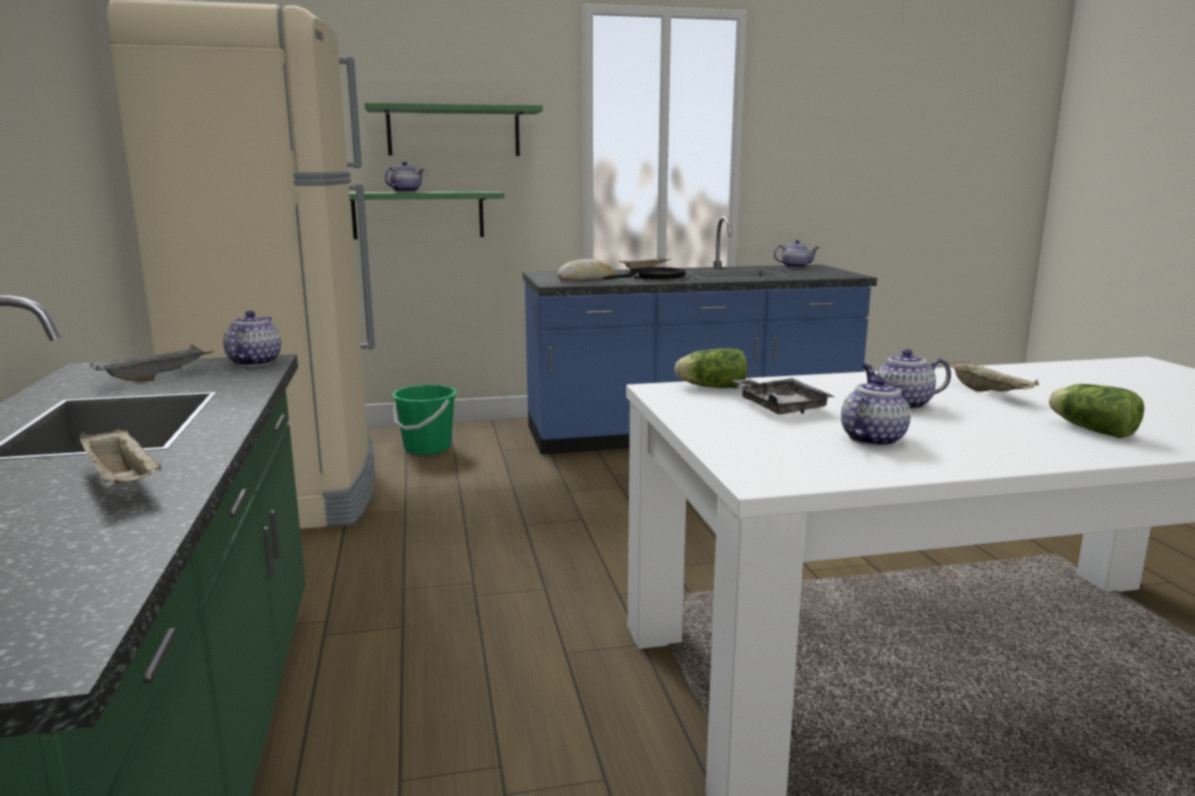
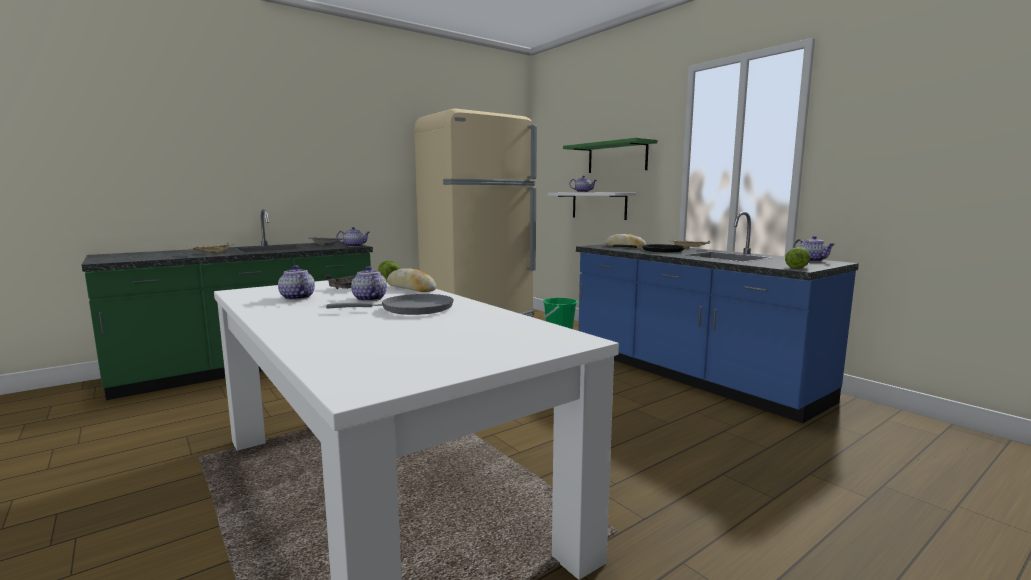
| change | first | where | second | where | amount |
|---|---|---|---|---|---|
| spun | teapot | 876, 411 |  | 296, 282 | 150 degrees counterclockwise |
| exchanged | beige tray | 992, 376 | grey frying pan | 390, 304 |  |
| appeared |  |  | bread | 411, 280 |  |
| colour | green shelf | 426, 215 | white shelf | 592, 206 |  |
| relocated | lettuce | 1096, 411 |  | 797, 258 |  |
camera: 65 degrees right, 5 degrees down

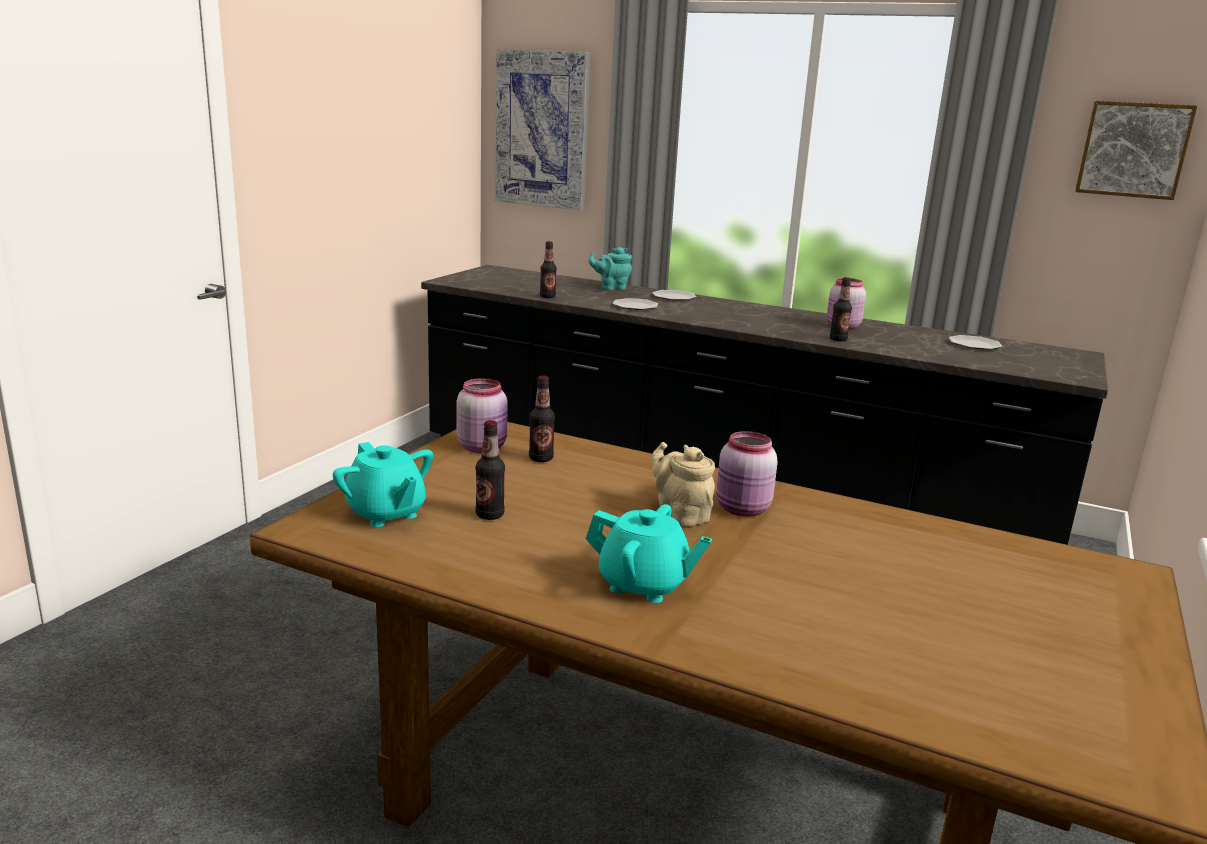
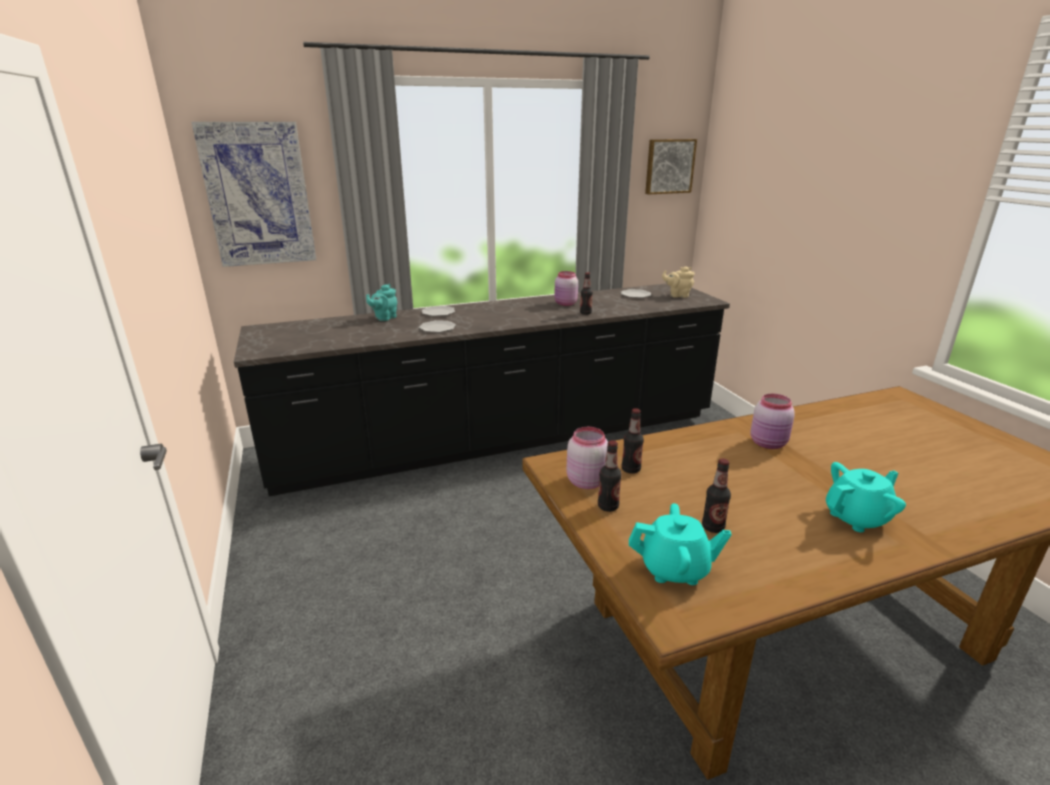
| change | first | where | second | where | amount |
|---|---|---|---|---|---|
| relocated | bottle | 548, 269 |  | 610, 476 |  |
| relocated | beige teapot | 683, 484 |  | 678, 282 |  |
camera: 45 degrees left, 5 degrees up

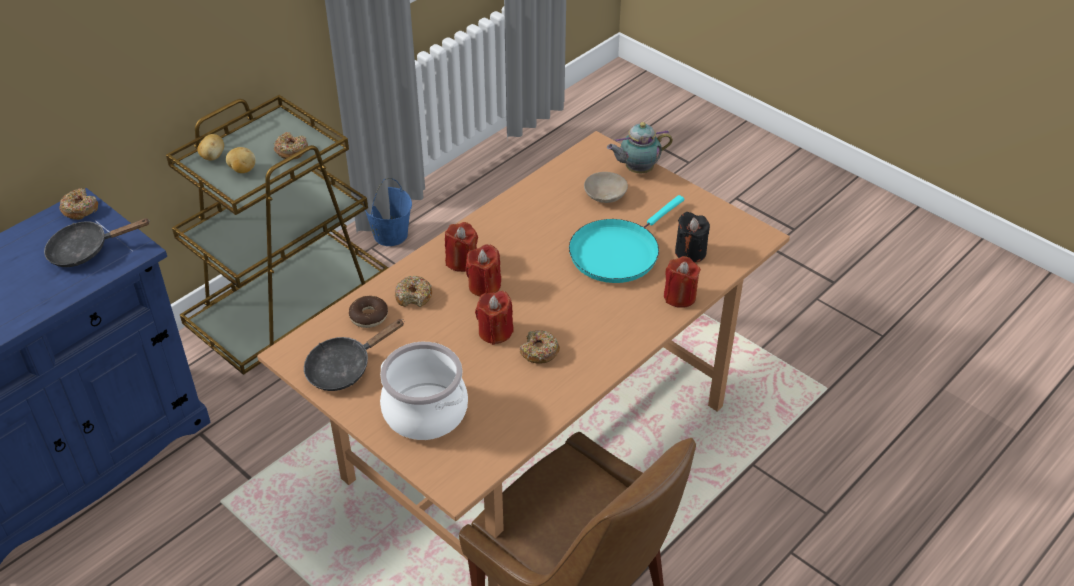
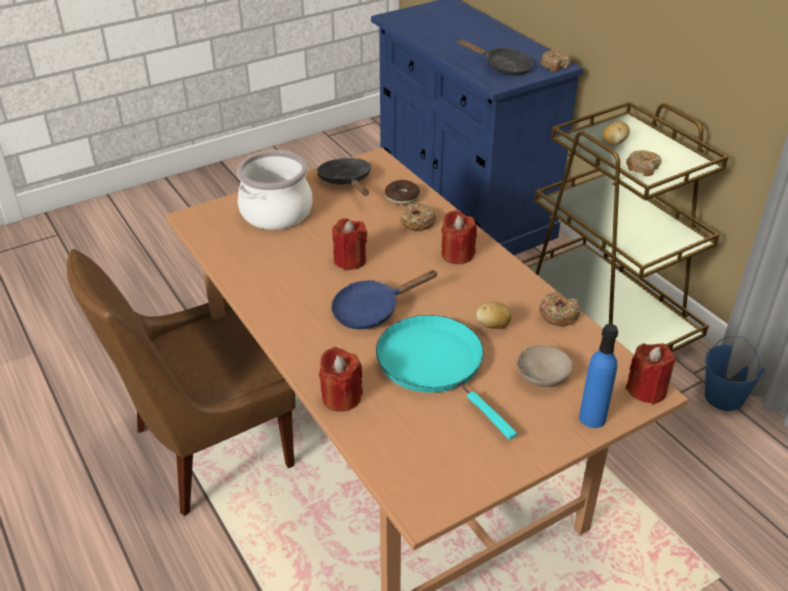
| change | first | where | second | where | amount |
|---|---|---|---|---|---|
| appeared |  |  | blue frying pan | 384, 299 |  |
| spun | black frying pan | 97, 242 |  | 495, 57 | 120 degrees clockwise |
| relocated | potato | 210, 147 |  | 494, 315 |  |
| relocated | donut | 539, 347 |  | 559, 308 |  |
| exchanged | teapot | 640, 147 | blue bottle | 598, 376 |  |
| relocated | red candle | 483, 270 |  | 650, 373 |  |
| missing | black candle | 692, 237 |  |  |  |
camera: 105 degrees right, 5 degrees down

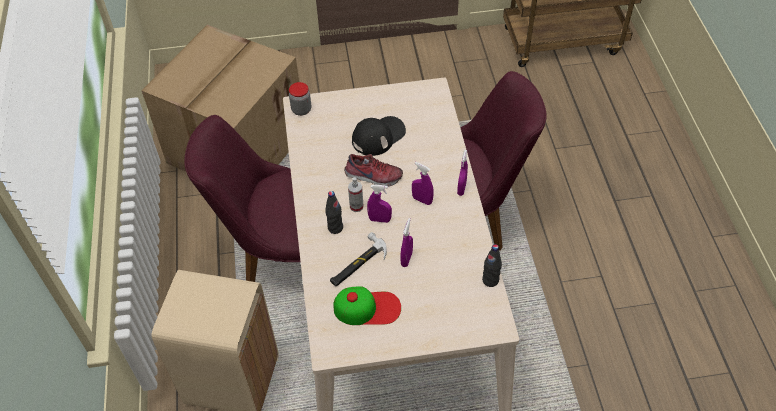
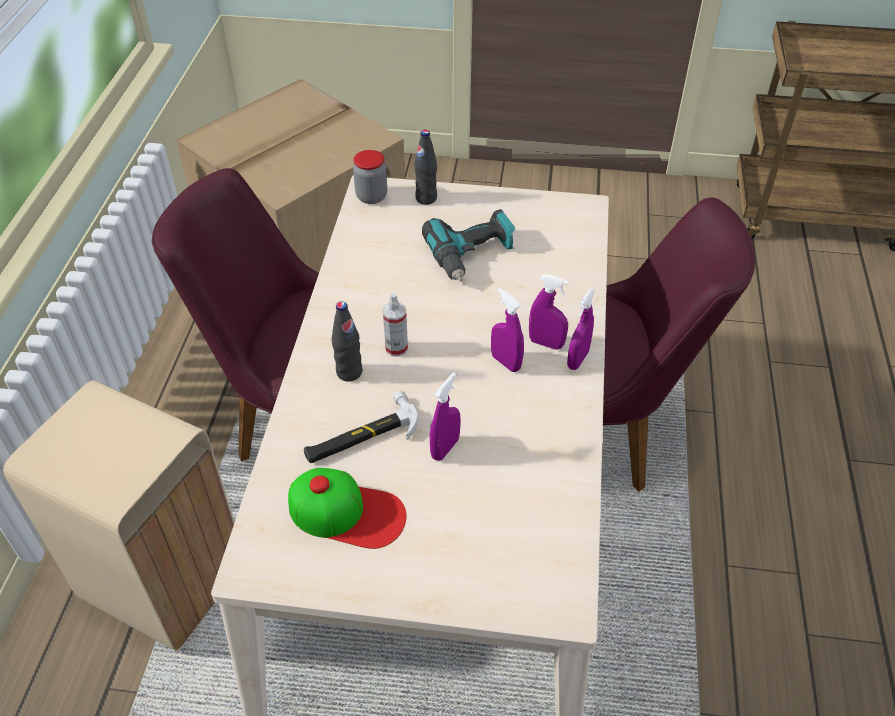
| change | first | where | second | where | amount |
|---|---|---|---|---|---|
| relocated | black bottle | 492, 265 |  | 425, 167 |  |
| exchanged | black cap | 379, 136 | power drill | 469, 245 |  |
| relocated | purple spray bottle | 379, 203 |  | 549, 312 |  |
| missing | shoe | 373, 170 |  |  |  |
camera: 15 degrees right, 5 degrees down

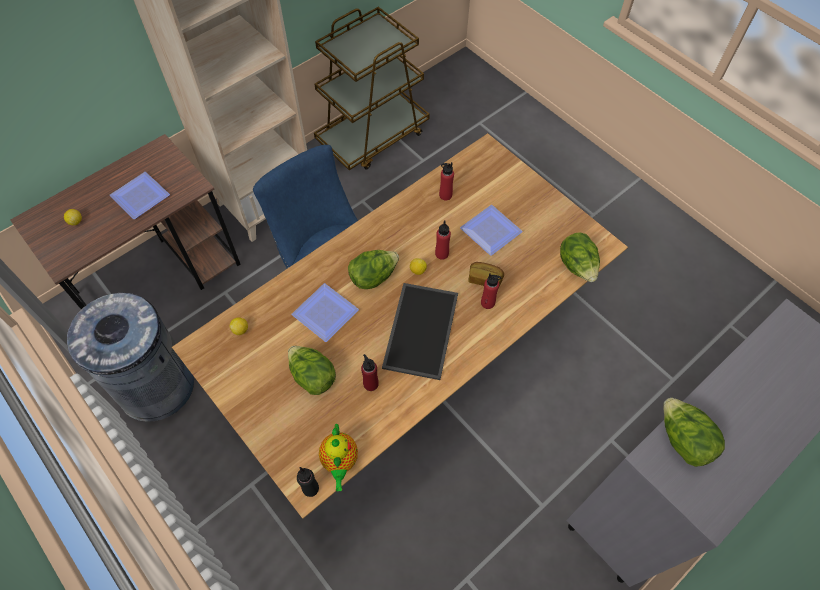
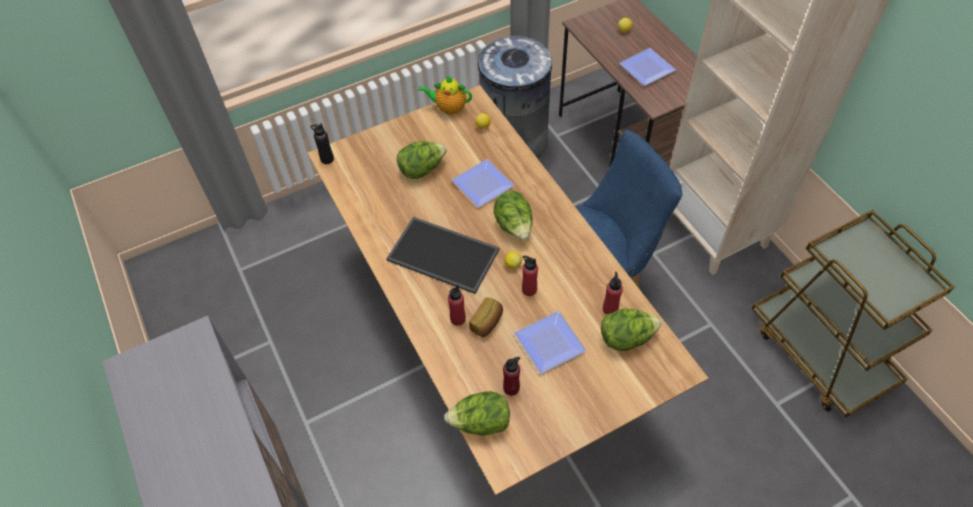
| change | first | where | second | where | amount |
|---|---|---|---|---|---|
| relocated | teapot | 338, 457 |  | 445, 95 |  |
| relocated | red bottle | 370, 372 |  | 511, 376 |  |
| relocated | lettuce | 694, 432 |  | 631, 329 |  |
camera: 105 degrees right, 5 degrees down

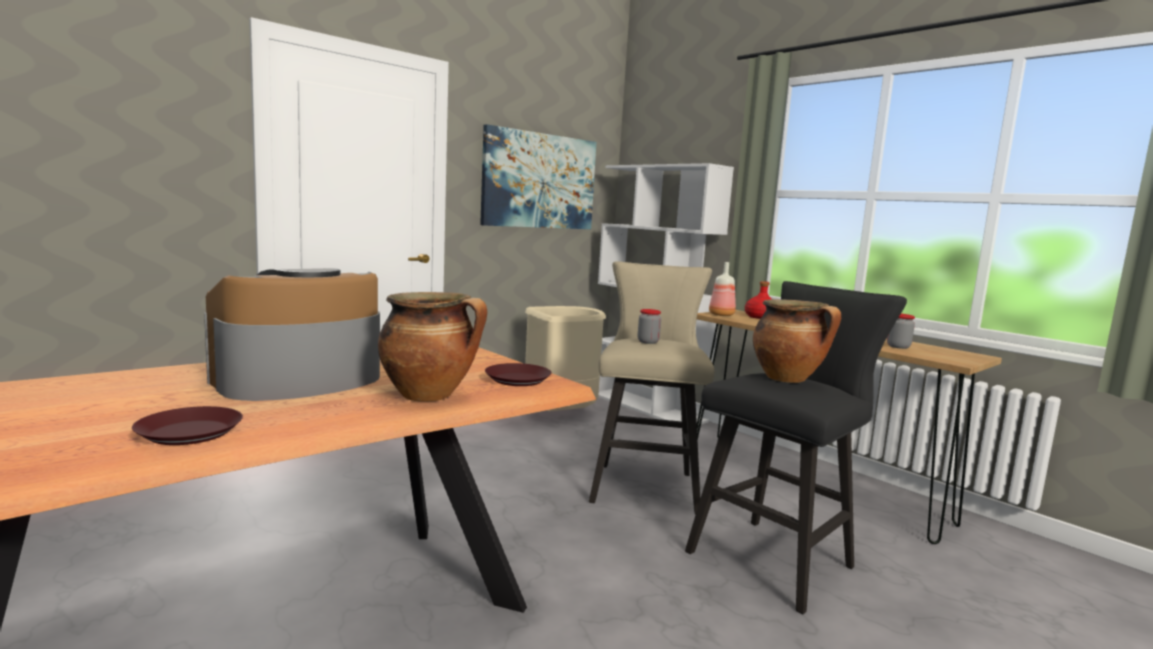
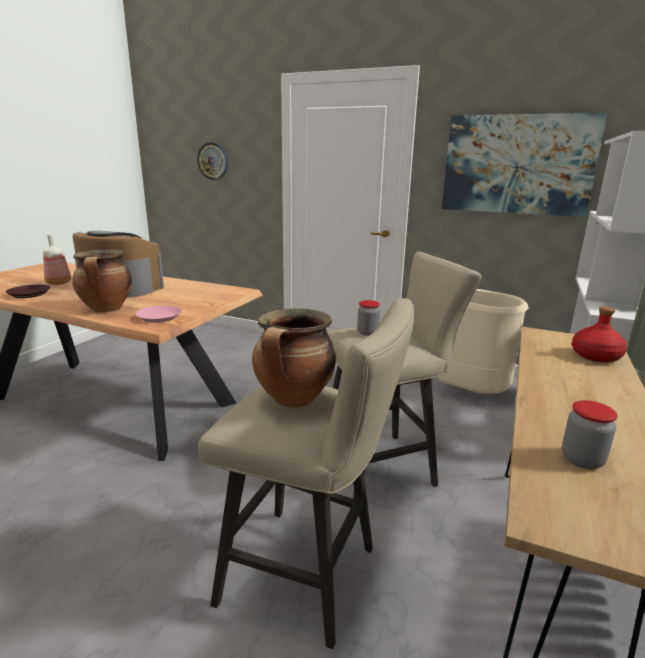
| change | first | where | second | where | amount |
|---|---|---|---|---|---|
| relocated | bottle | 722, 289 |  | 57, 259 |  |
| colour | brown plate | 518, 374 | pink plate | 158, 314 |  |
| appeared |  |  | wall clock | 212, 161 |  |
| colour | black stool | 796, 447 | beige stool | 306, 473 |  |
camera: 65 degrees right, 10 degrees up

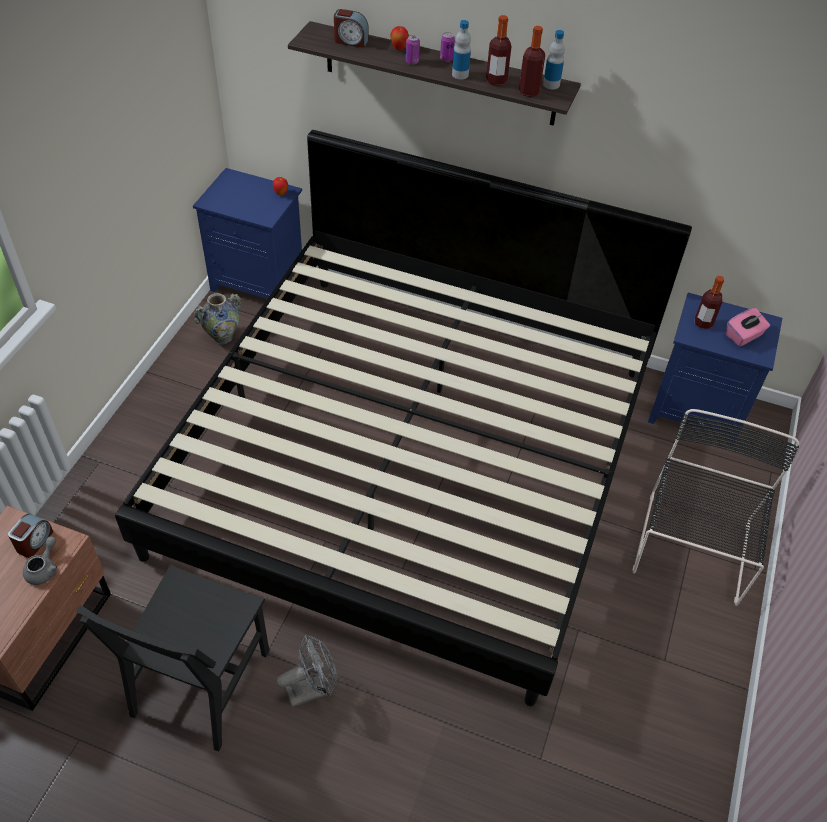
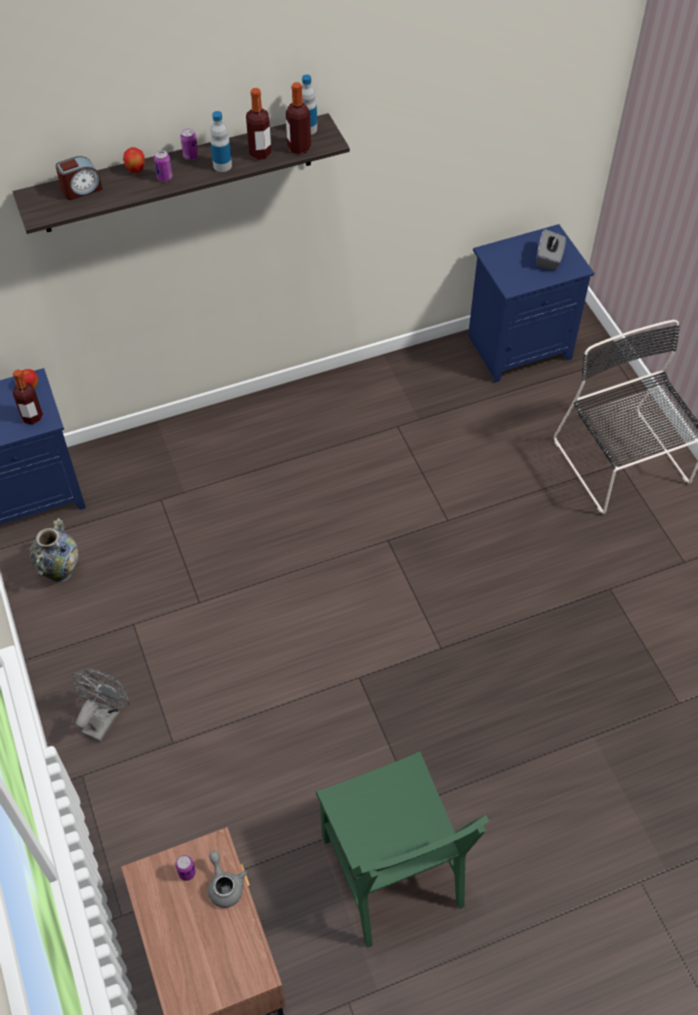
| change | first | where | second | where | amount |
|---|---|---|---|---|---|
| relocated | bottle | 709, 302 |  | 28, 397 |  |
| relocated | grey fan | 306, 671 |  | 100, 705 |  |
| exchanged | alarm clock | 30, 536 | can | 185, 868 |  |
| colour | black chair | 172, 658 | green chair | 402, 849 |  |
| colour | pink tissue box | 748, 327 | grey tissue box | 551, 249 |  |
| missing | bed | 403, 418 |  |  |  |
camera: 40 degrees left, 5 degrees up

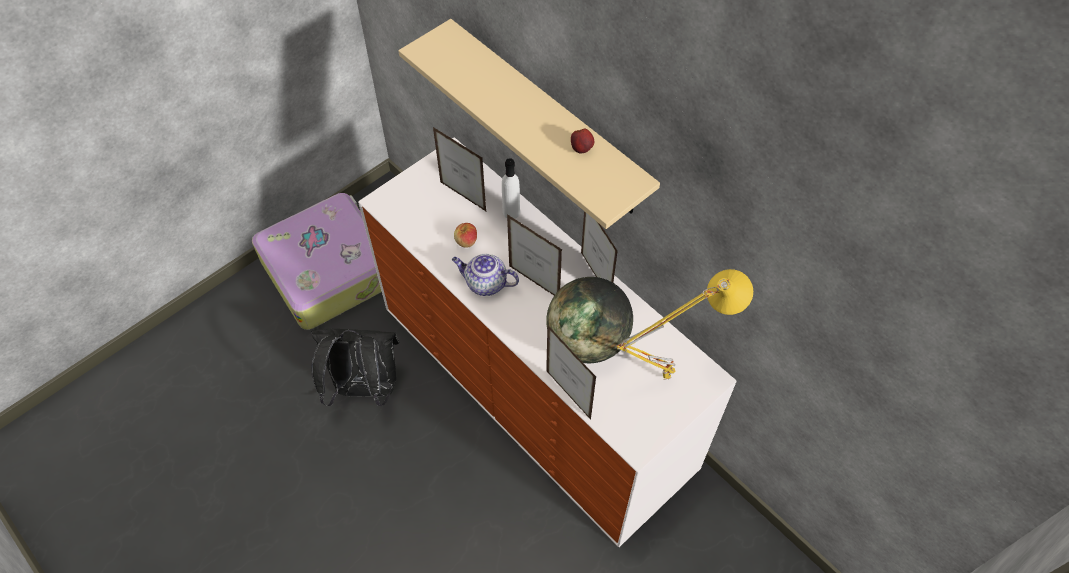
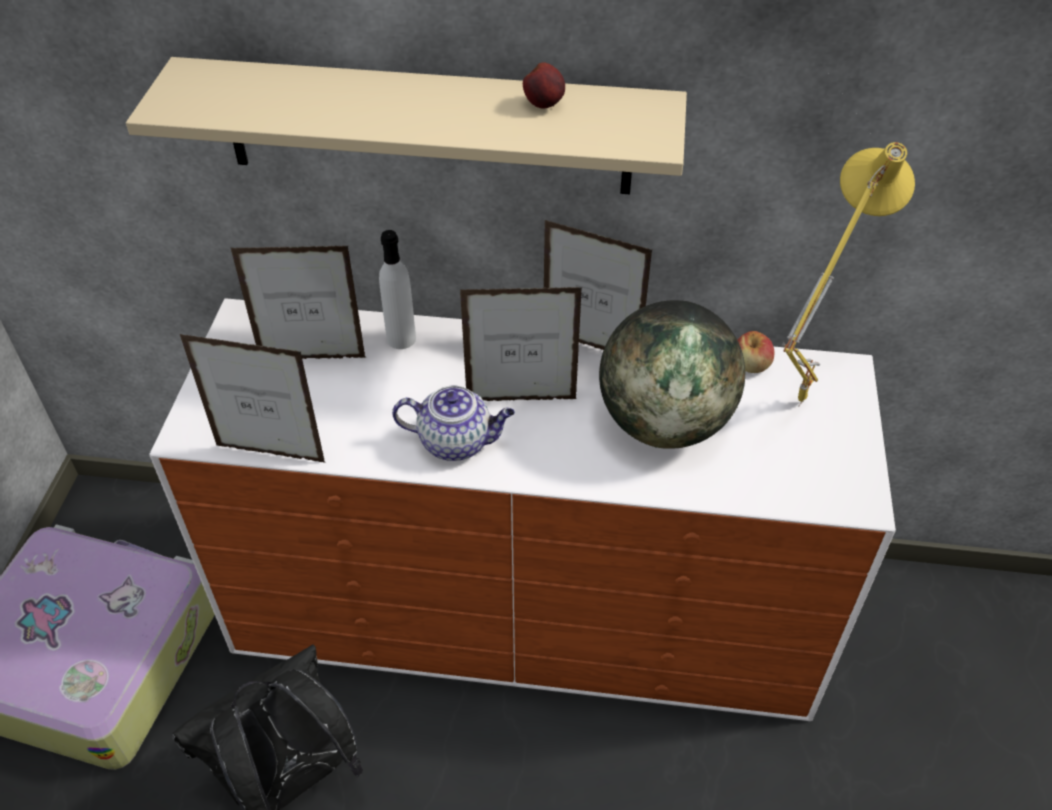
| change | first | where | second | where | amount |
|---|---|---|---|---|---|
| relocated | picture frame | 571, 372 |  | 253, 398 |  |
| spun | teapot | 485, 274 |  | 453, 423 | 150 degrees counterclockwise |
| relocated | apple | 465, 235 |  | 756, 352 |  |
camera: 40 degrees left, 10 degrees down

